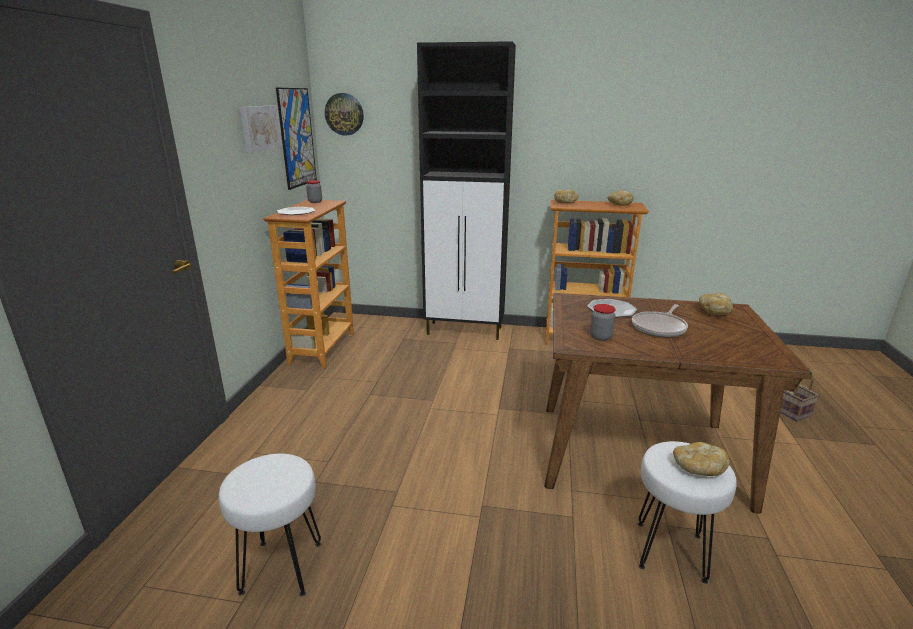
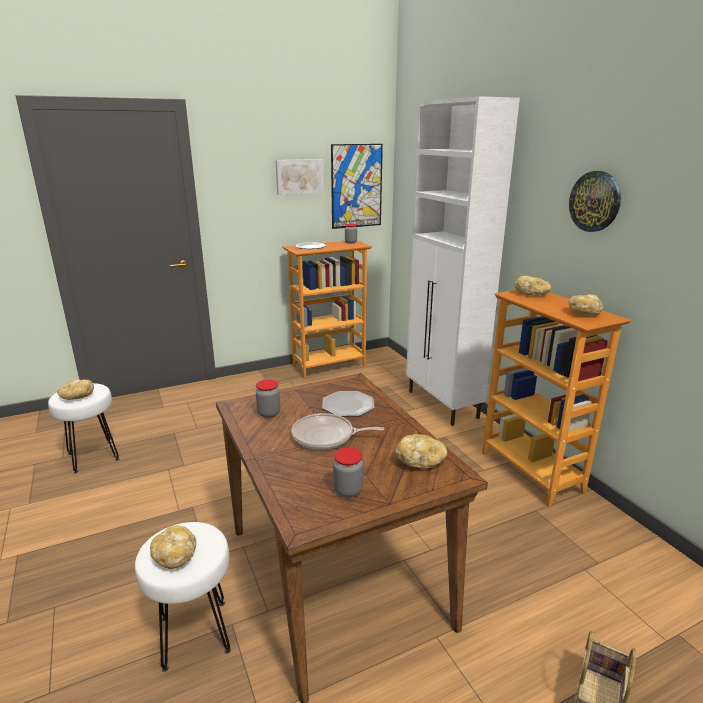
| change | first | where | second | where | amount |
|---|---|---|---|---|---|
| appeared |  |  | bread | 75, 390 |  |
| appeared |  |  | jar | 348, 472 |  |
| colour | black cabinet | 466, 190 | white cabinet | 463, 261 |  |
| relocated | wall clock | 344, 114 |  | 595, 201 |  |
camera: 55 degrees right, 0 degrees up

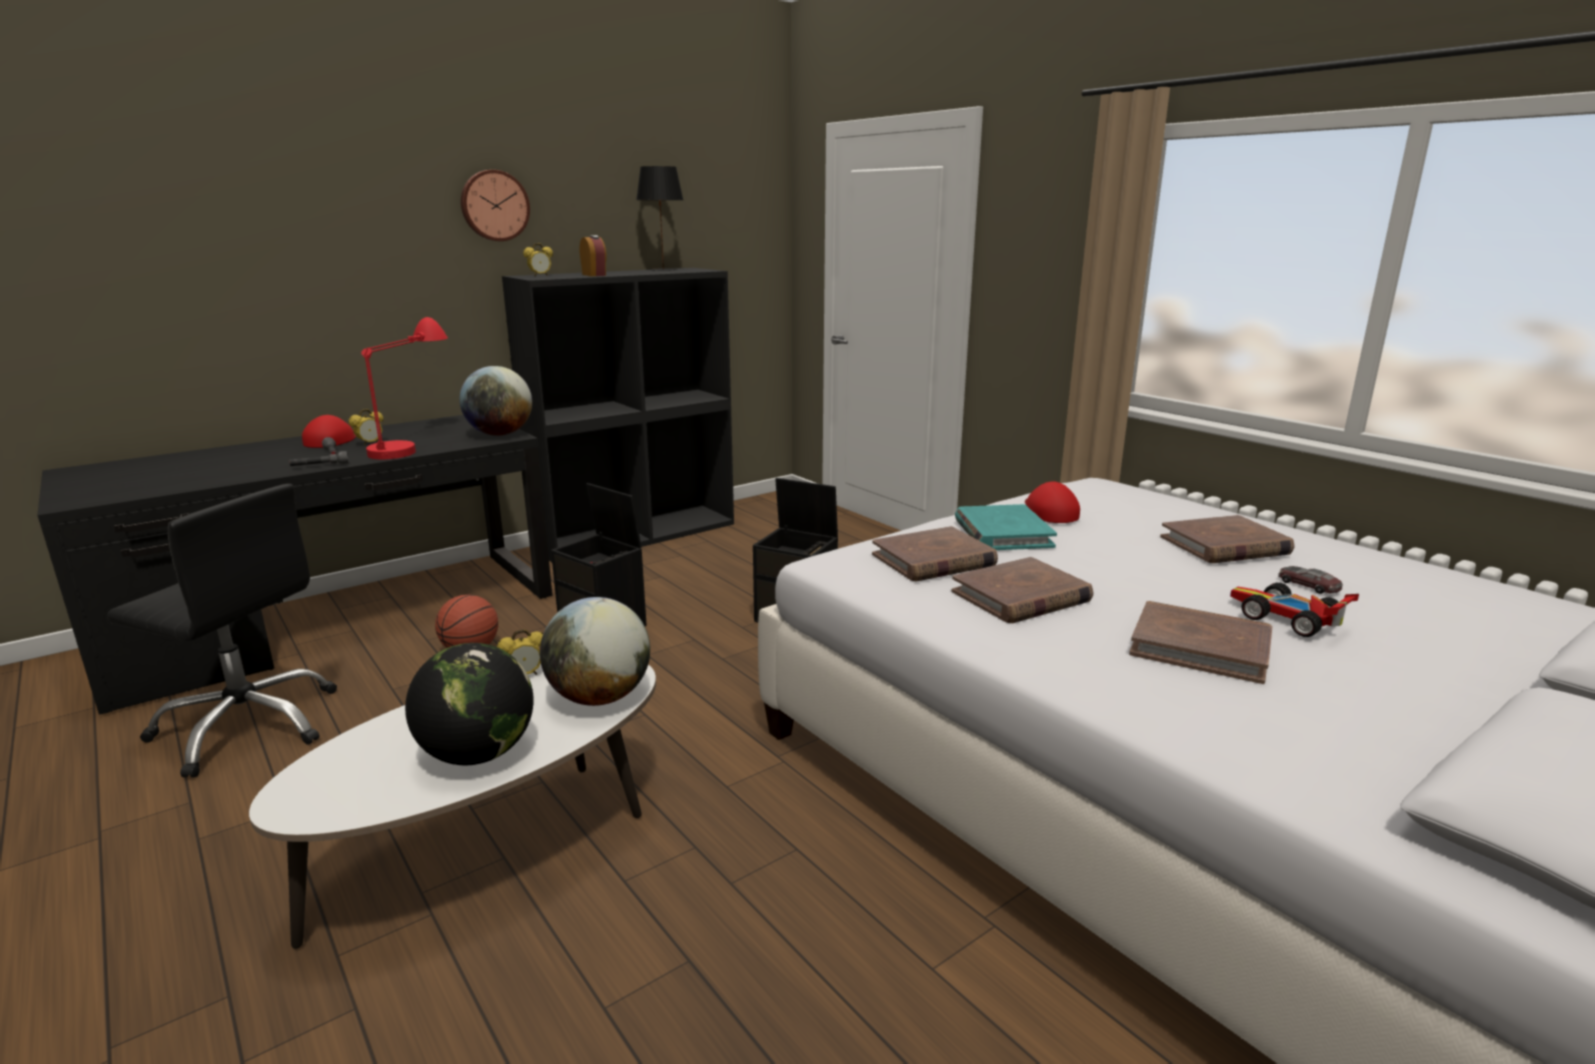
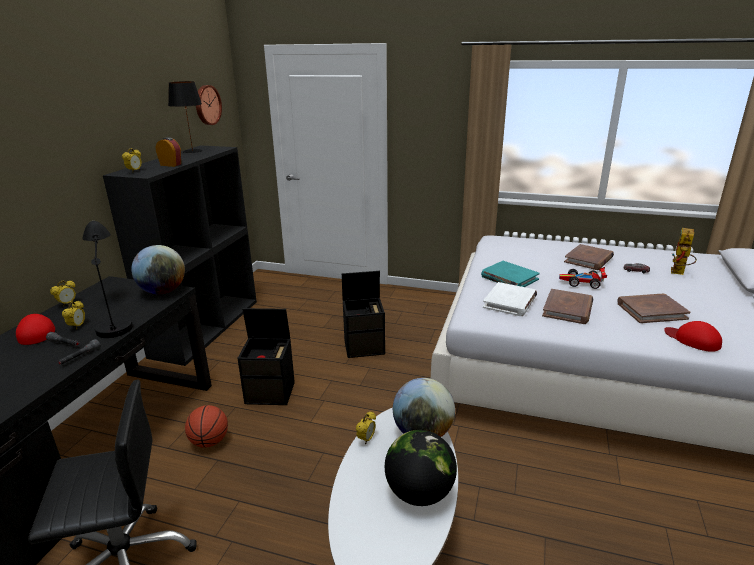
| change | first | where | second | where | amount |
|---|---|---|---|---|---|
| appeared |  |  | alarm clock | 63, 293 |  |
| colour | red table lamp | 404, 388 | black table lamp | 107, 279 |  |
| relocated | wall clock | 495, 205 |  | 209, 105 |  |
| colour | brown book | 935, 553 | white book | 510, 299 |  |
| relocated | toy car | 1294, 609 |  | 583, 278 |  |
| relocated | red cap | 1052, 502 |  | 693, 336 |  |
| appeared |  |  | toy robot | 684, 251 |  |
camera: 35 degrees left, 5 degrees up

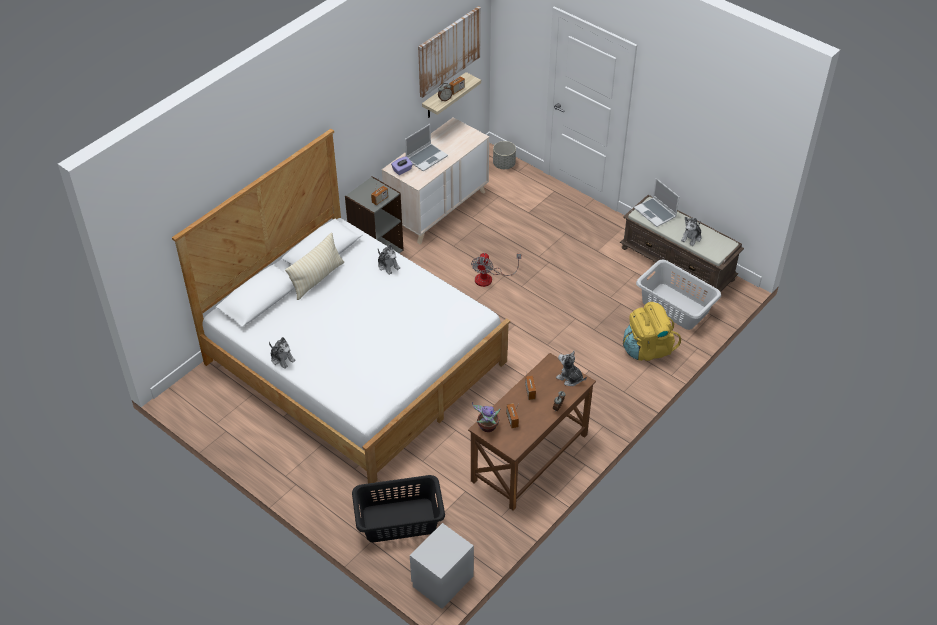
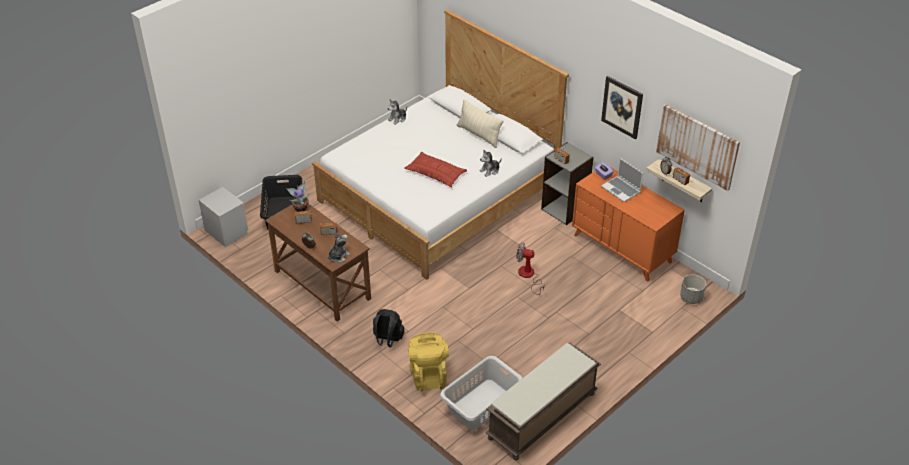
| change | first | where | second | where | amount |
|---|---|---|---|---|---|
| appeared |  |  | black backpack | 389, 328 |  |
| appeared |  |  | pillow | 435, 169 |  |
| colour | beige dresser | 435, 180 | orange dresser | 628, 225 |  |
| appeared |  |  | picture | 622, 107 |  |
| missing | laptop | 656, 202 |  |  |  |
| missing | plush toy | 691, 231 |  |  |  |
camera: 95 degrees right, 5 degrees down

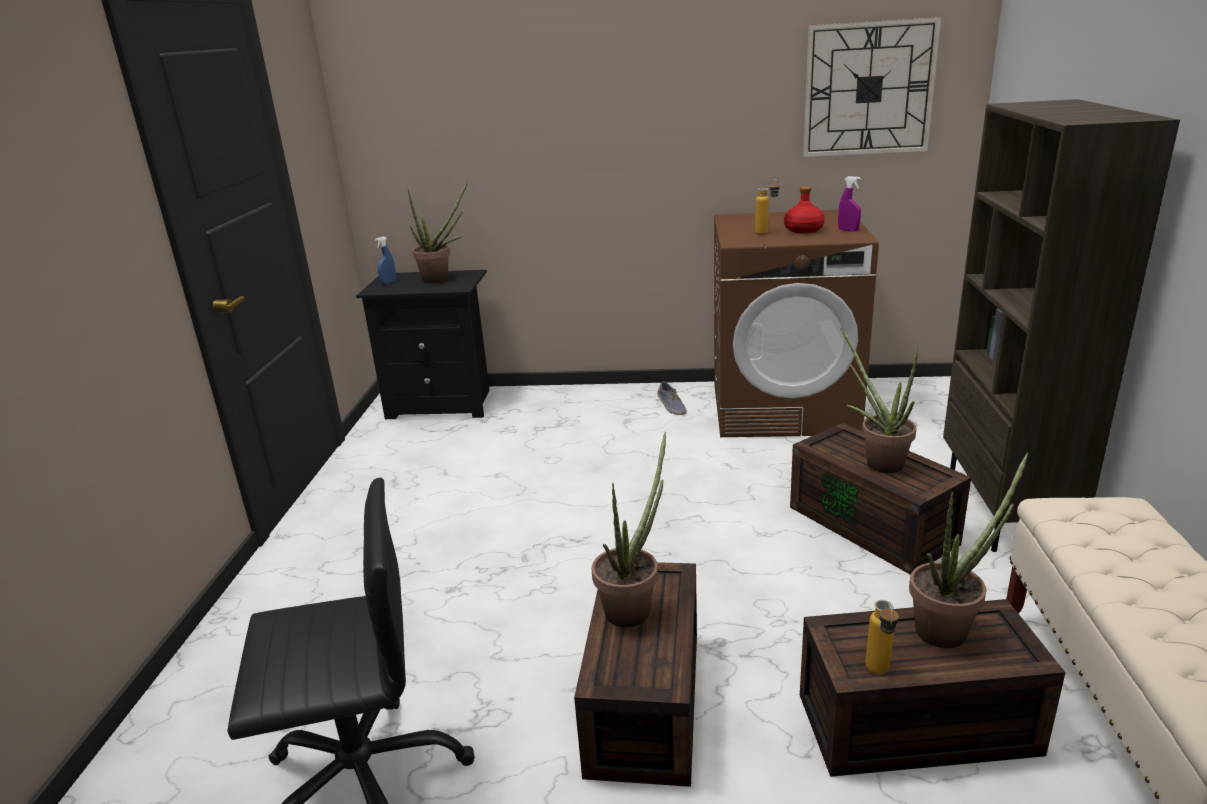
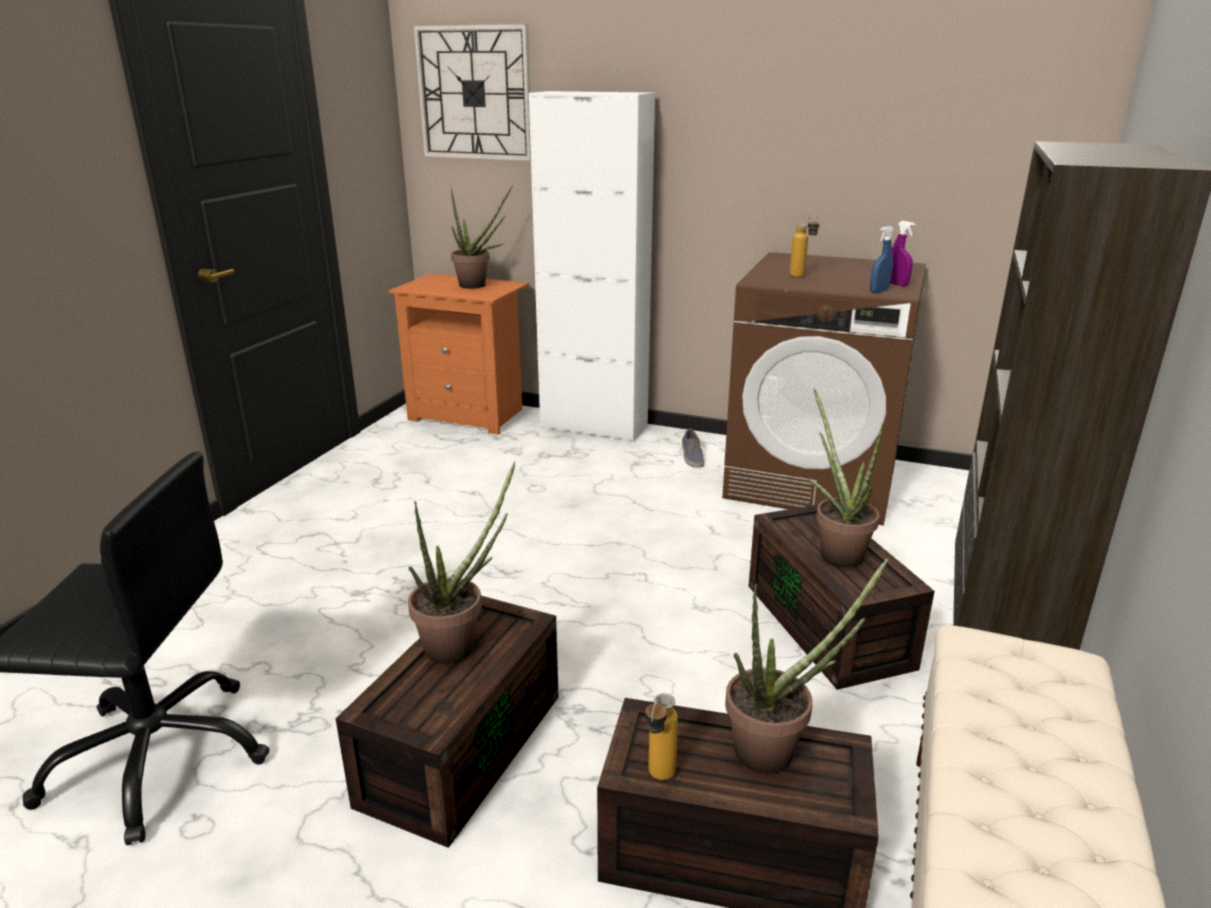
| change | first | where | second | where | amount |
|---|---|---|---|---|---|
| colour | black nightstand | 423, 344 | orange nightstand | 458, 354 |  |
| relocated | wall clock | 872, 87 |  | 472, 92 |  |
| appeared |  |  | white cabinet | 592, 266 |  |
| relocated | blue spray bottle | 385, 260 |  | 882, 259 |  |
| missing | red bottle | 804, 209 |  |  |  |
camera: 15 degrees right, 0 degrees up

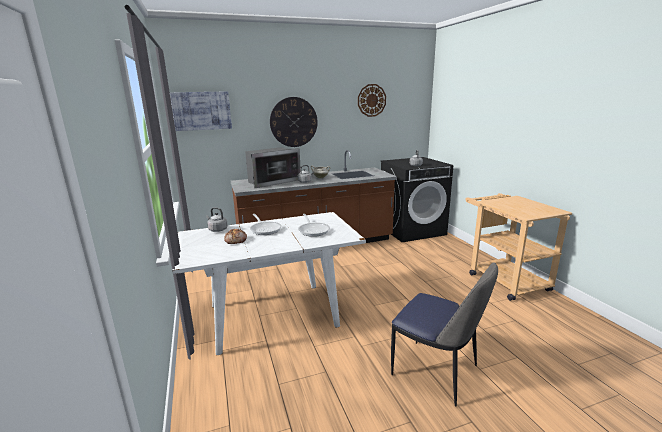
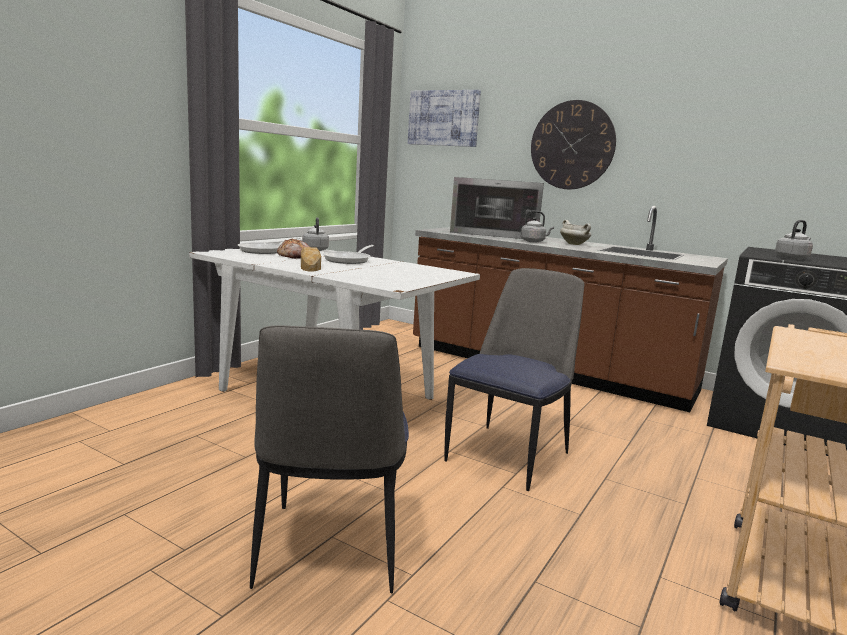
| change | first | where | second | where | amount |
|---|---|---|---|---|---|
| relocated | frying pan | 314, 225 |  | 269, 245 |  |
| appeared |  |  | bread | 311, 259 |  |
| appeared |  |  | chair | 514, 379 |  |
| missing | wall clock | 372, 100 |  |  |  |
camera: 50 degrees right, 5 degrees down

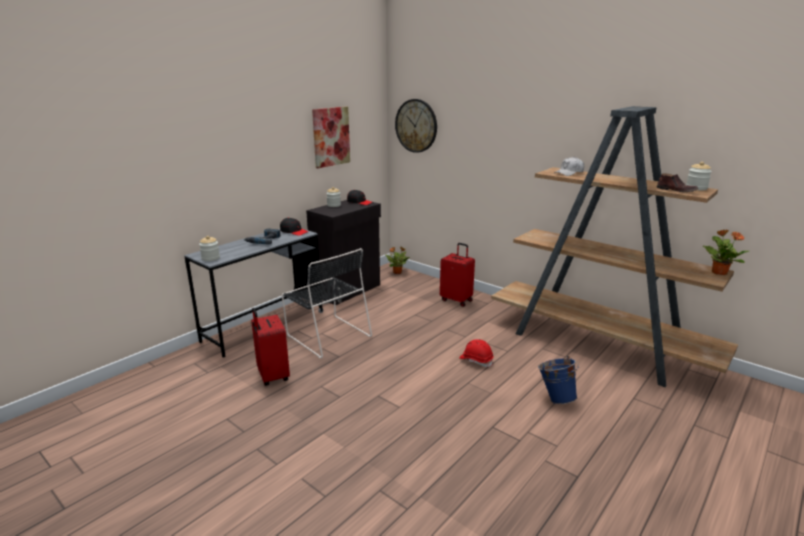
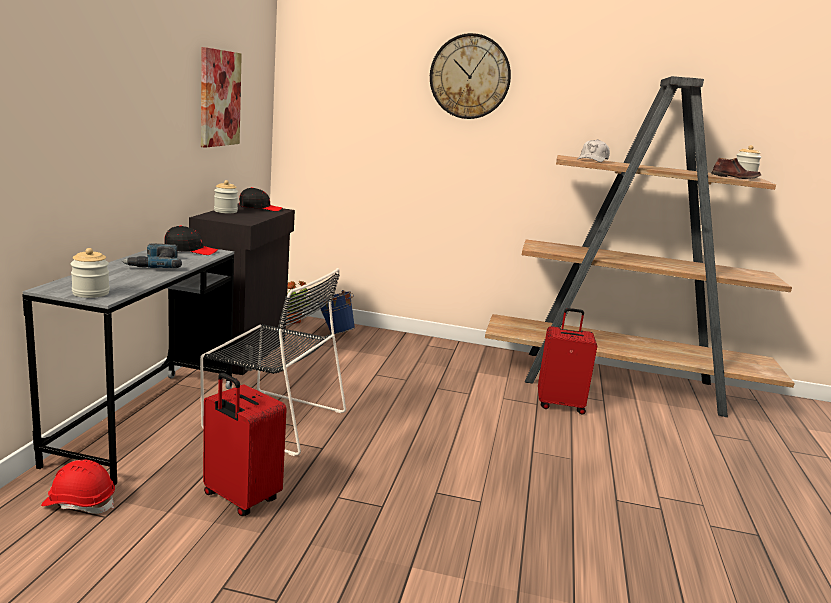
| change | first | where | second | where | amount |
|---|---|---|---|---|---|
| relocated | red hard hat | 476, 353 |  | 78, 486 |  |
| relocated | blue bucket | 558, 380 |  | 337, 312 |  |
| relocated | wall clock | 416, 126 |  | 470, 76 |  |
| relocated | red suitcase | 457, 275 |  | 567, 361 |  |
| missing | potted plant | 726, 252 |  |  |  |
camera: 30 degrees left, 5 degrees down

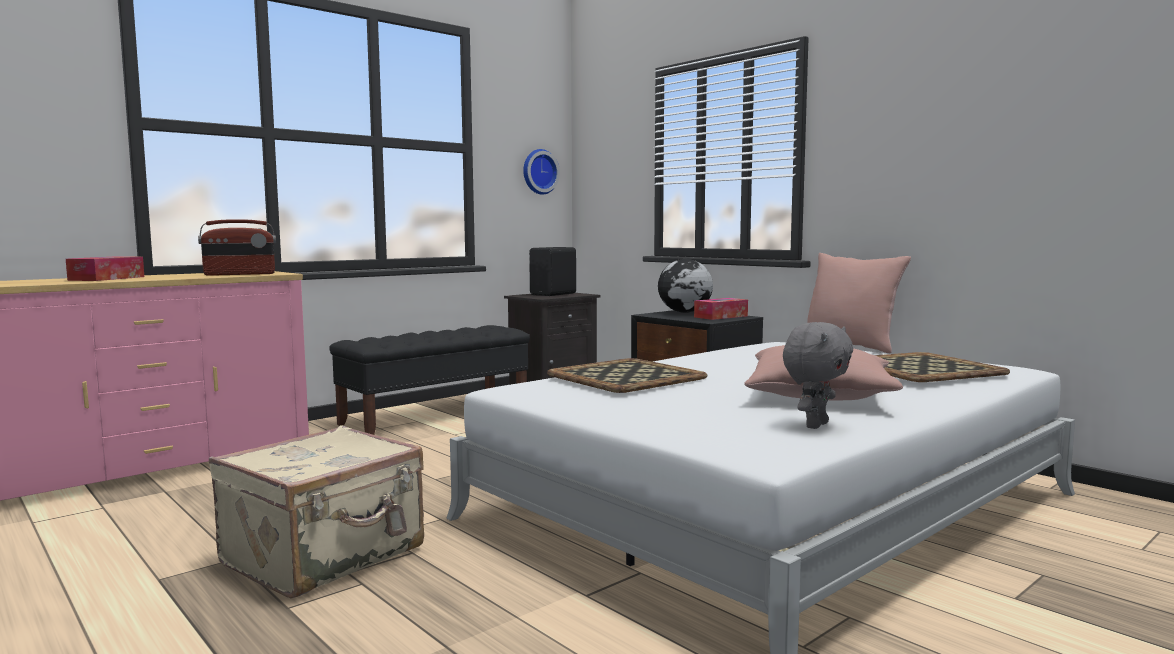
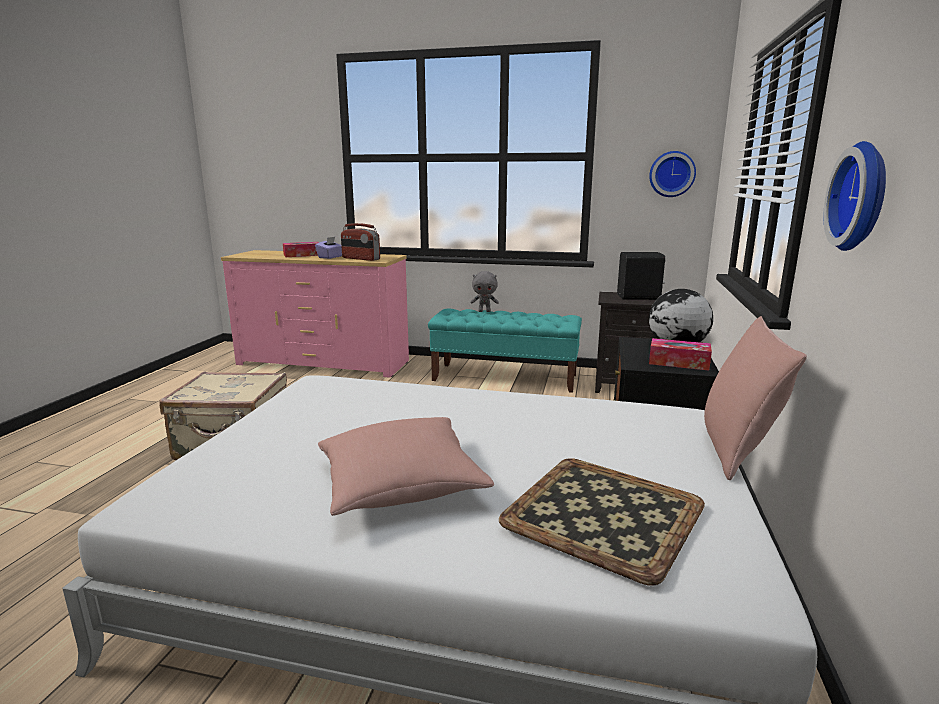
| change | first | where | second | where | amount |
|---|---|---|---|---|---|
| appeared |  |  | purple tissue box | 328, 248 |  |
| colour | black bench | 429, 380 | turquoise bench | 505, 351 |  |
| relocated | grey plush toy | 818, 375 |  | 484, 291 |  |
| appeared |  |  | wall clock | 855, 196 |  |
| missing | tray | 627, 375 |  |  |  |
camera: 55 degrees right, 10 degrees up

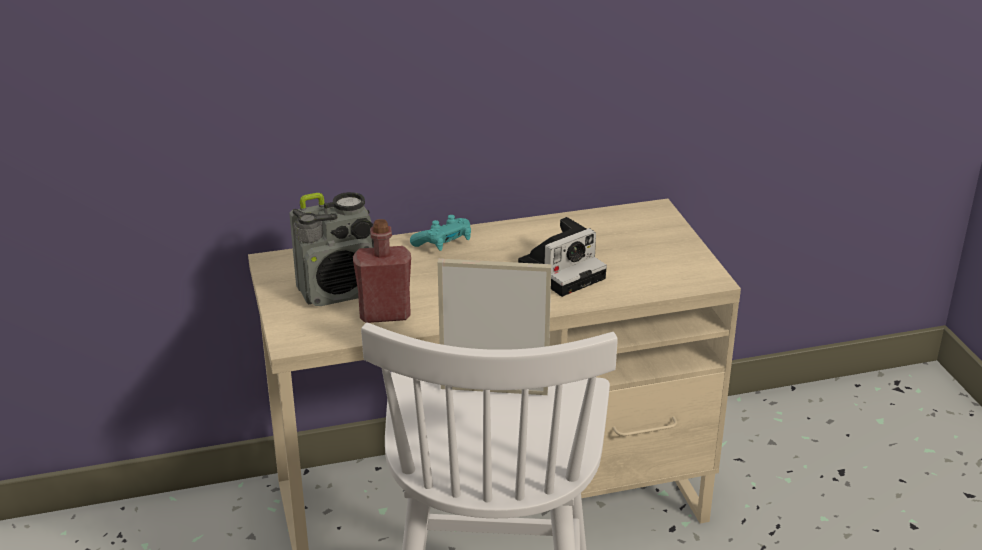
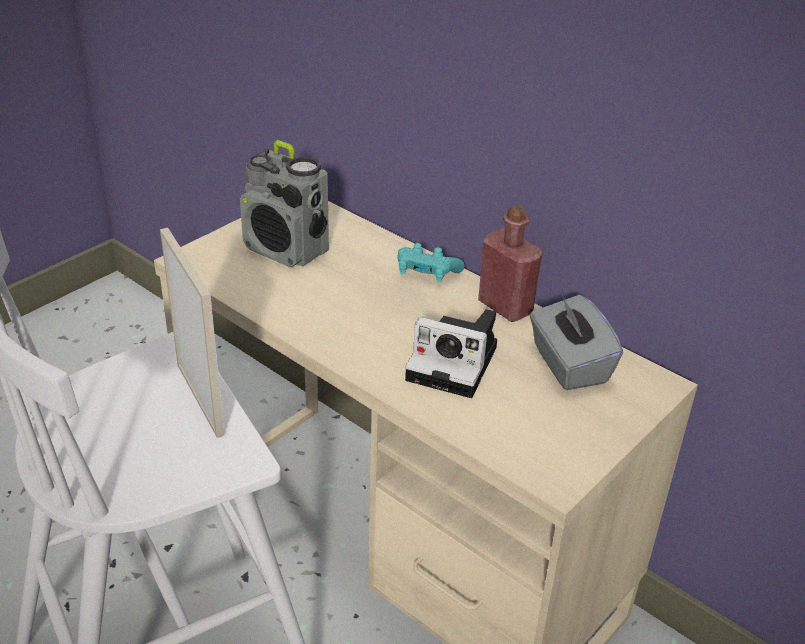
| change | first | where | second | where | amount |
|---|---|---|---|---|---|
| relocated | red bottle | 382, 271 |  | 510, 263 |  |
| appeared |  |  | grey tissue box | 576, 342 |  |
camera: 55 degrees right, 5 degrees up

